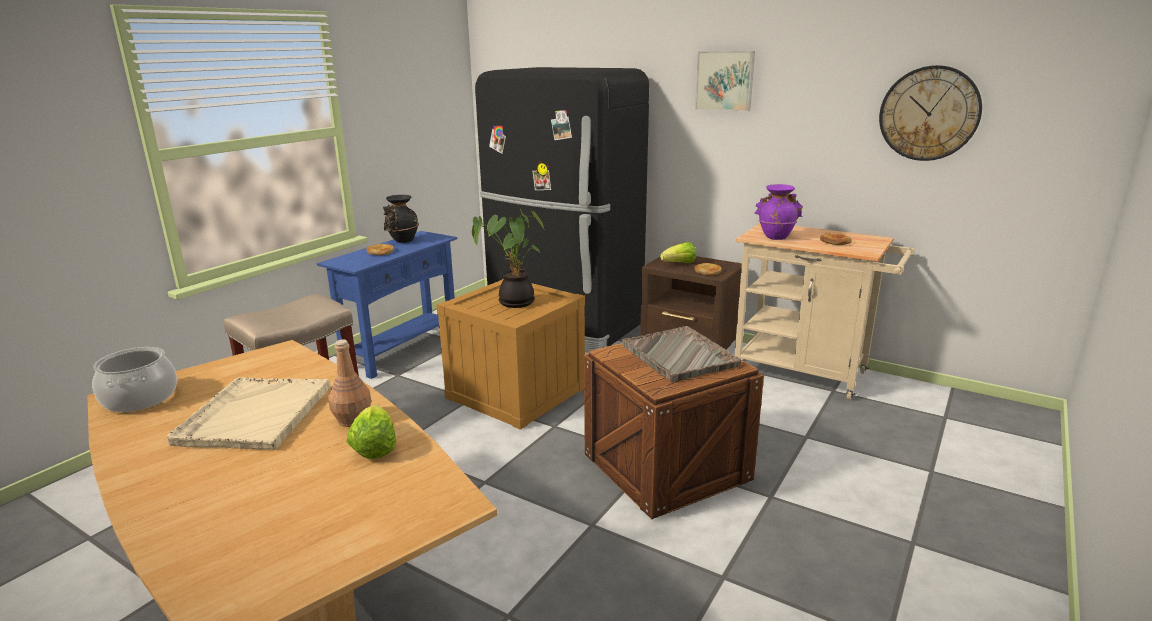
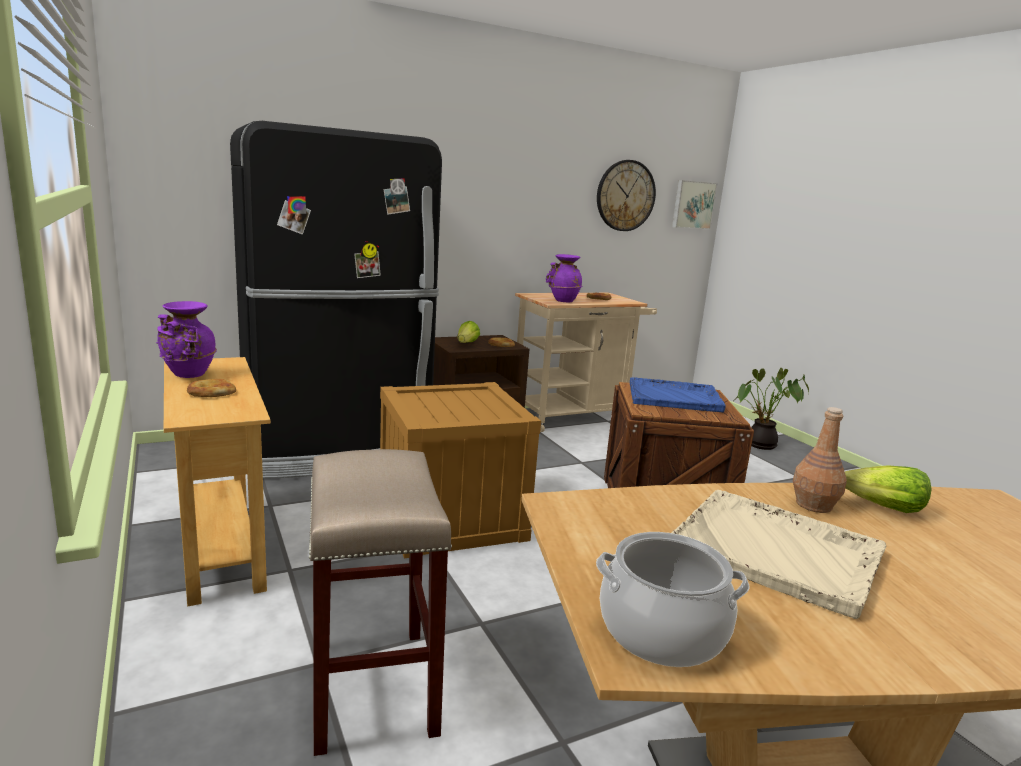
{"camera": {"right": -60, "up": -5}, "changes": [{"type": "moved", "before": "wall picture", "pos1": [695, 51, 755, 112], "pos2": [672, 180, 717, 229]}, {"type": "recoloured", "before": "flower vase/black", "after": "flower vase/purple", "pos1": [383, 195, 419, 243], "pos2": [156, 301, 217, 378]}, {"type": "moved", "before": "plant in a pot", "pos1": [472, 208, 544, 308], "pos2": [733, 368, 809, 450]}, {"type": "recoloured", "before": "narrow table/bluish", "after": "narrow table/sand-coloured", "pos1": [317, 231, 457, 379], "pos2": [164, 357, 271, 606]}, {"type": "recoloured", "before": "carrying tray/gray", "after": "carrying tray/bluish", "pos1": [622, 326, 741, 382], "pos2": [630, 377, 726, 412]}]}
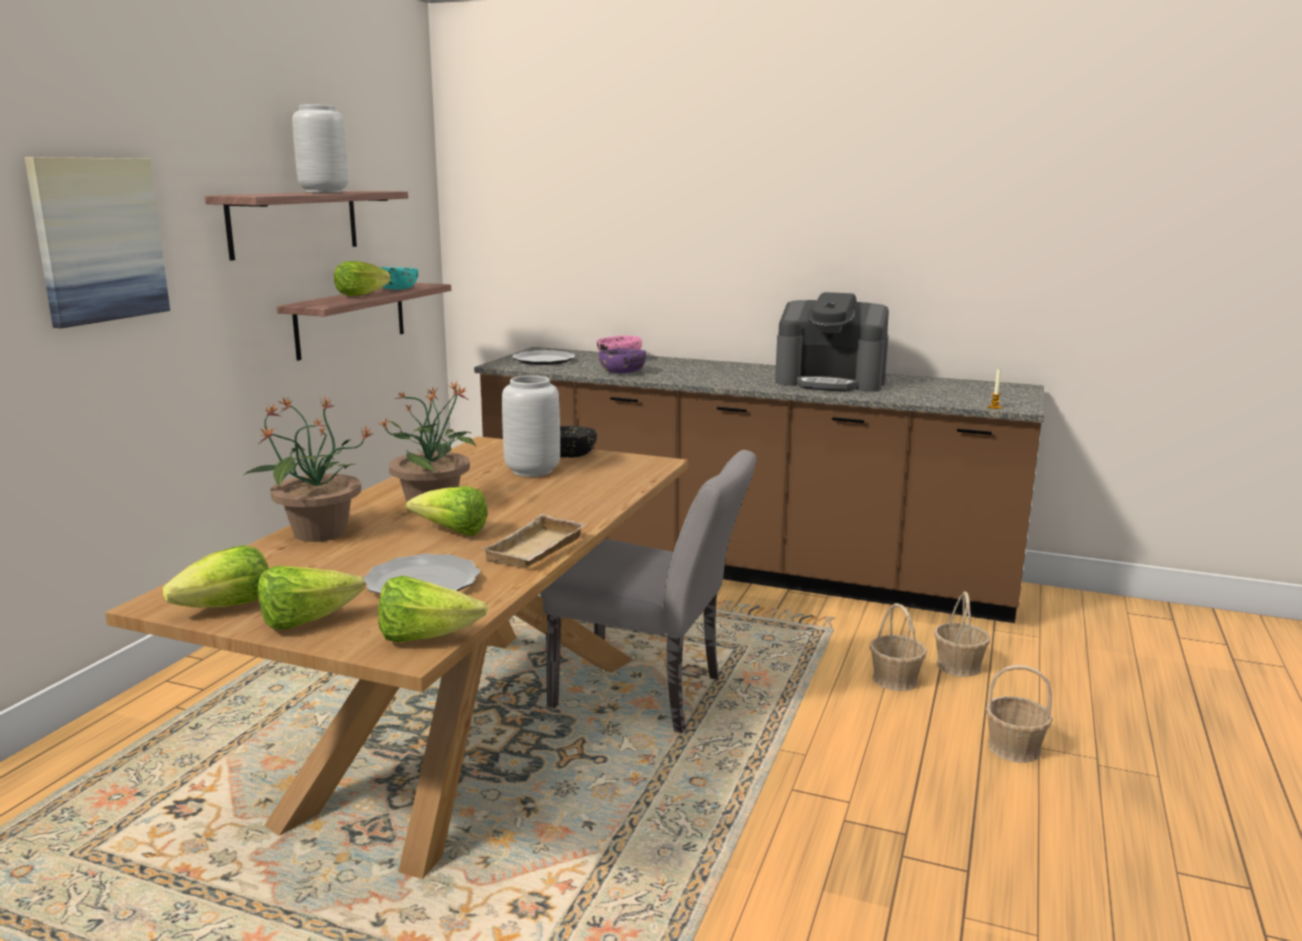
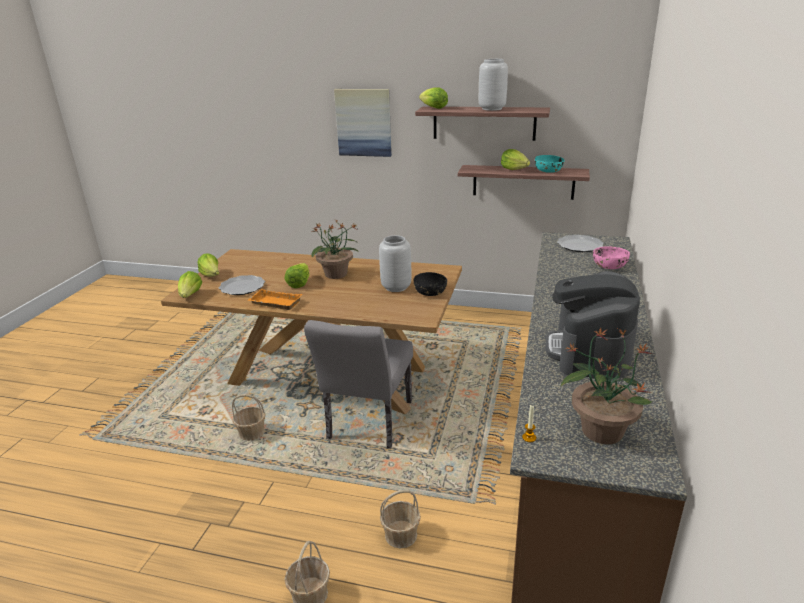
{"camera": {"right": 85, "up": 10}, "changes": [{"type": "removed", "before": "deep dish/purple", "pos1": [599, 349, 646, 373]}, {"type": "moved", "before": "plant in a pot", "pos1": [244, 397, 374, 542], "pos2": [561, 327, 653, 444]}, {"type": "recoloured", "before": "carrying tray/sand-coloured", "after": "carrying tray/orange", "pos1": [481, 514, 587, 568], "pos2": [248, 289, 302, 310]}, {"type": "moved", "before": "lettuce head", "pos1": [163, 545, 269, 608], "pos2": [419, 87, 448, 109]}, {"type": "moved", "before": "household basket", "pos1": [934, 591, 990, 677], "pos2": [232, 394, 266, 441]}]}
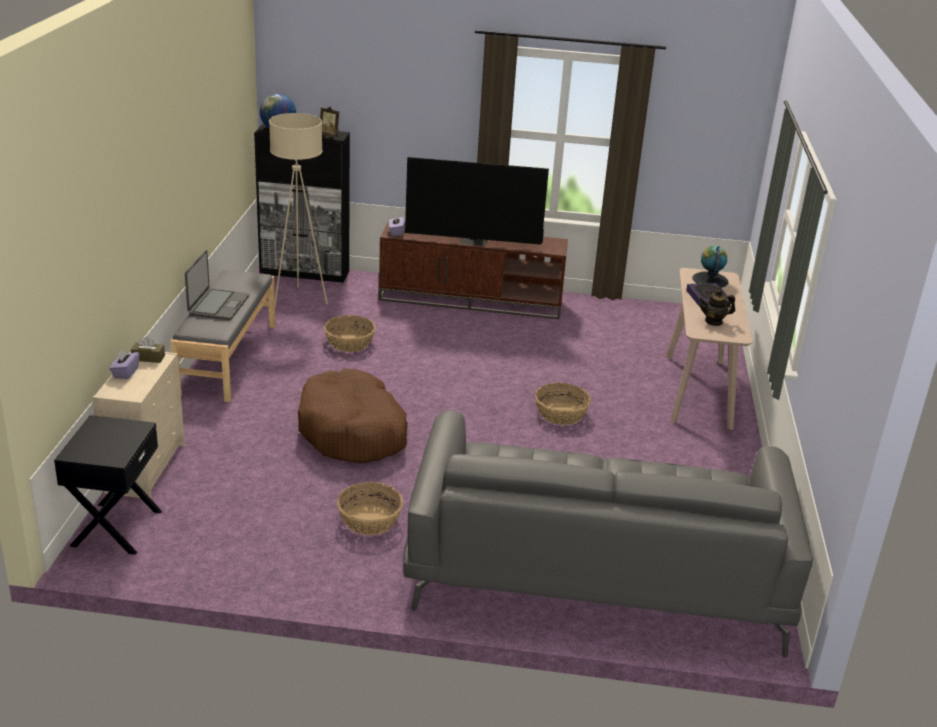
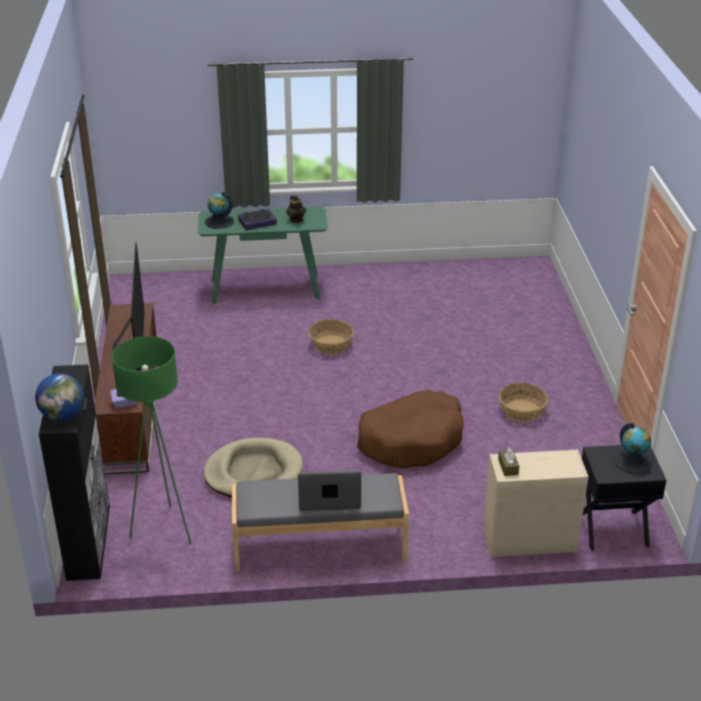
{"camera": {"right": -100, "up": 5}, "changes": [{"type": "removed", "before": "photo frame", "pos1": [320, 107, 340, 138]}, {"type": "recoloured", "before": "floor lamp/sand-coloured", "after": "floor lamp/greenish", "pos1": [269, 113, 328, 307], "pos2": [112, 336, 191, 544]}, {"type": "recoloured", "before": "narrow table/sand-coloured", "after": "narrow table/greenish", "pos1": [666, 268, 753, 430], "pos2": [198, 207, 328, 304]}, {"type": "replaced", "before": "household basket", "after": "dog bed/sand-coloured", "pos1": [324, 315, 376, 352], "pos2": [204, 438, 303, 498]}, {"type": "removed", "before": "tissue holder/purple", "pos1": [110, 348, 140, 379]}, {"type": "removed", "before": "couch/gray", "pos1": [403, 410, 813, 658]}, {"type": "added", "after": "desk globe", "pos2": [613, 423, 653, 474]}]}
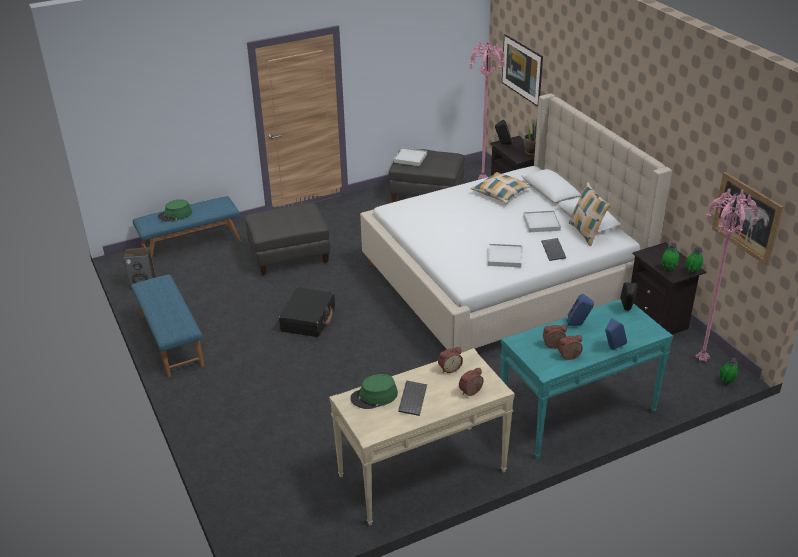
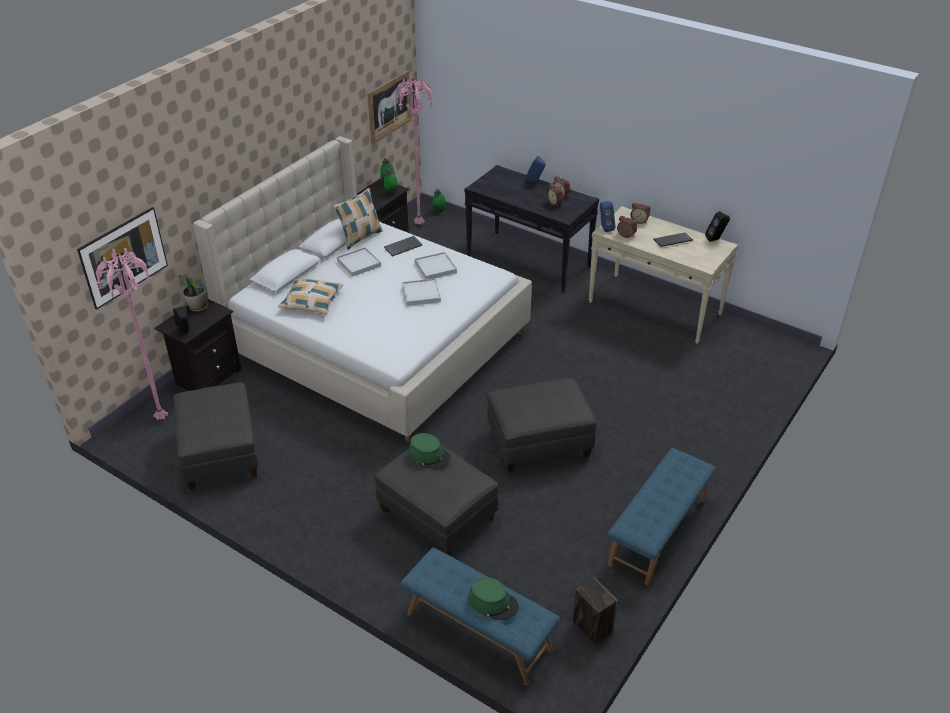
{"camera": {"right": -120, "up": 5}, "changes": [{"type": "moved", "before": "carrying tray/white", "pos1": [394, 147, 427, 166], "pos2": [402, 279, 441, 306]}, {"type": "moved", "before": "loudspeaker/black", "pos1": [620, 282, 638, 311], "pos2": [705, 211, 730, 242]}, {"type": "replaced", "before": "piece of luggage/black", "after": "ottoman/gray", "pos1": [279, 287, 335, 337], "pos2": [487, 378, 596, 472]}, {"type": "moved", "before": "loudspeaker/bluish", "pos1": [566, 294, 594, 326], "pos2": [600, 201, 615, 232]}, {"type": "recoloured", "before": "narrow table/turquoise-coloured", "after": "narrow table/black", "pos1": [500, 299, 673, 459], "pos2": [464, 165, 599, 293]}, {"type": "moved", "before": "hat/greenish", "pos1": [350, 374, 398, 409], "pos2": [409, 433, 451, 469]}]}
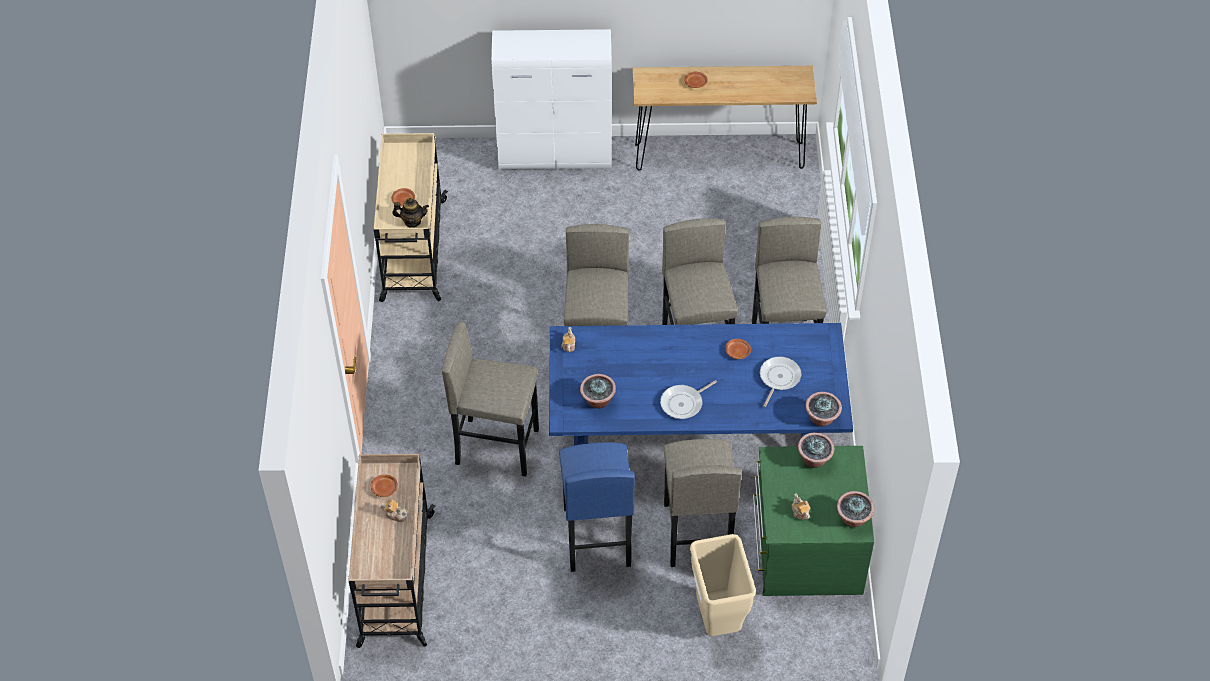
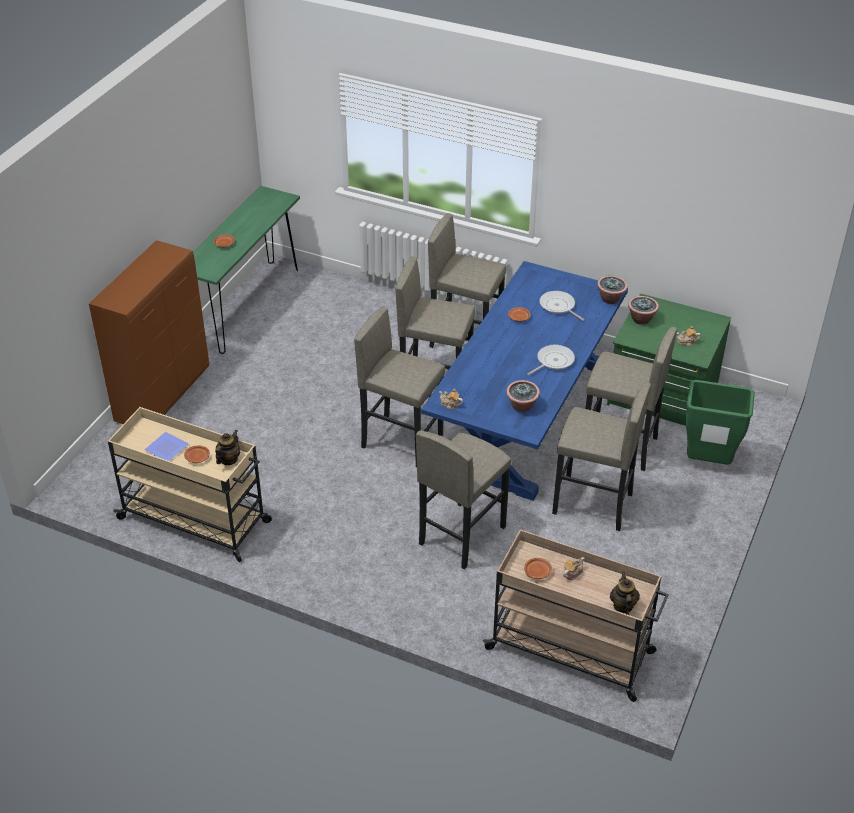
{"camera": {"right": -65, "up": -10}, "changes": [{"type": "recoloured", "before": "storage cabinet/white", "after": "storage cabinet/brown", "pos1": [491, 29, 612, 169], "pos2": [89, 240, 209, 424]}, {"type": "recoloured", "before": "narrow table/brown", "after": "narrow table/greenish", "pos1": [633, 66, 817, 171], "pos2": [193, 186, 300, 354]}, {"type": "turned", "before": "pan", "pos1": [660, 380, 717, 419], "pos2": [527, 345, 575, 375], "turn": -120}, {"type": "recoloured", "before": "stool seat/bluish", "after": "stool seat/gray", "pos1": [559, 442, 635, 572], "pos2": [552, 382, 651, 531]}, {"type": "removed", "before": "plant in a pot", "pos1": [837, 491, 875, 527]}, {"type": "recoloured", "before": "waste bin/sand-coloured", "after": "waste bin/greenish", "pos1": [690, 534, 756, 636], "pos2": [686, 380, 755, 465]}, {"type": "added", "after": "plate", "pos2": [144, 432, 189, 461]}, {"type": "added", "after": "tea pot", "pos2": [610, 572, 640, 615]}]}
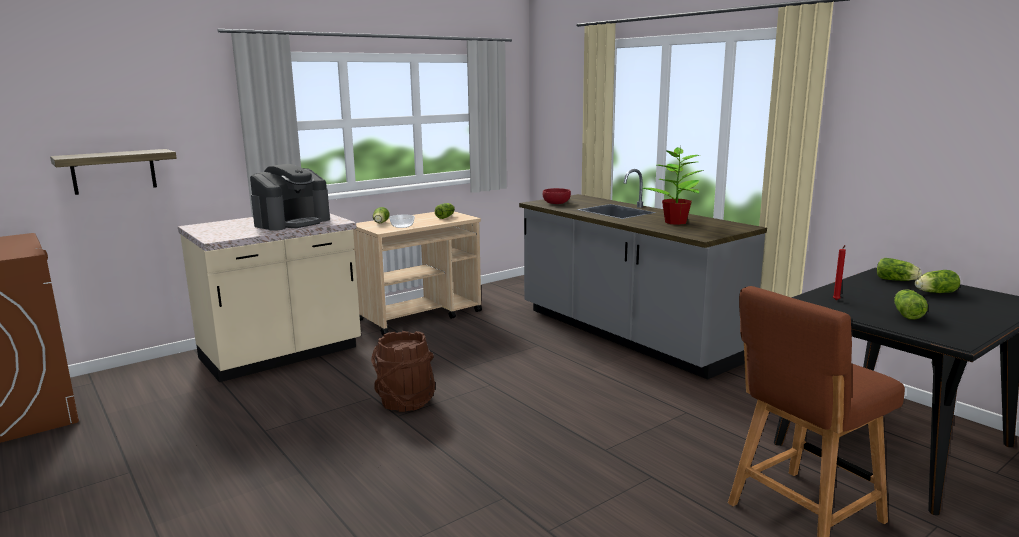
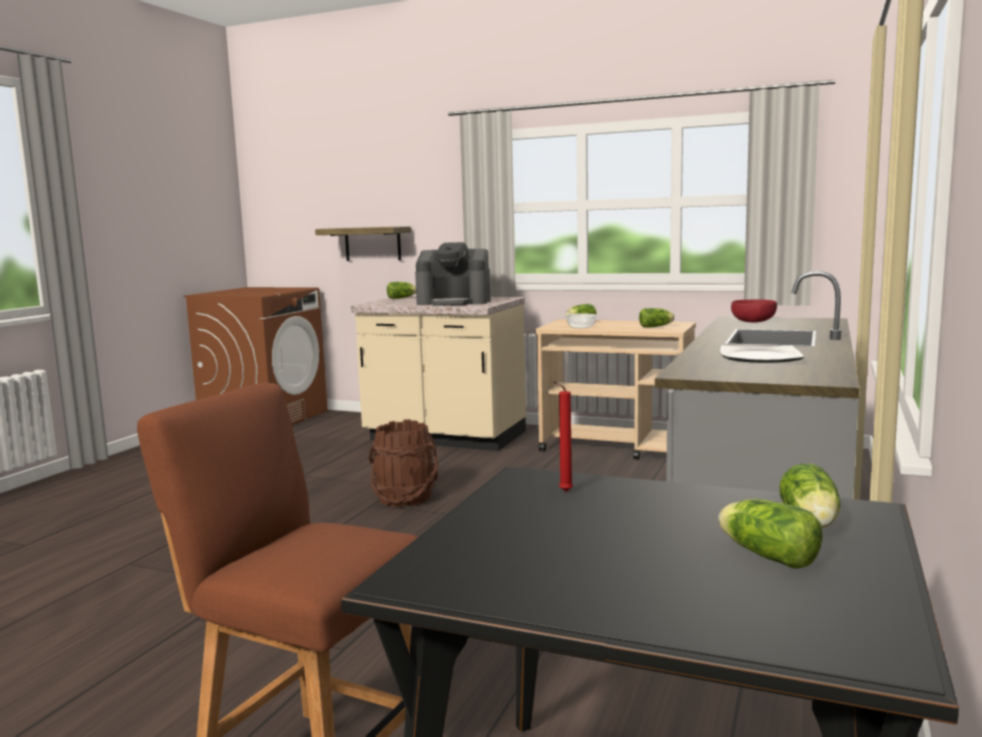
{"camera": {"right": 60, "up": -5}, "changes": [{"type": "replaced", "before": "plant in a pot", "after": "plate", "pos1": [642, 147, 704, 225], "pos2": [720, 345, 804, 363]}, {"type": "moved", "before": "lettuce head", "pos1": [894, 289, 928, 320], "pos2": [387, 282, 416, 299]}]}
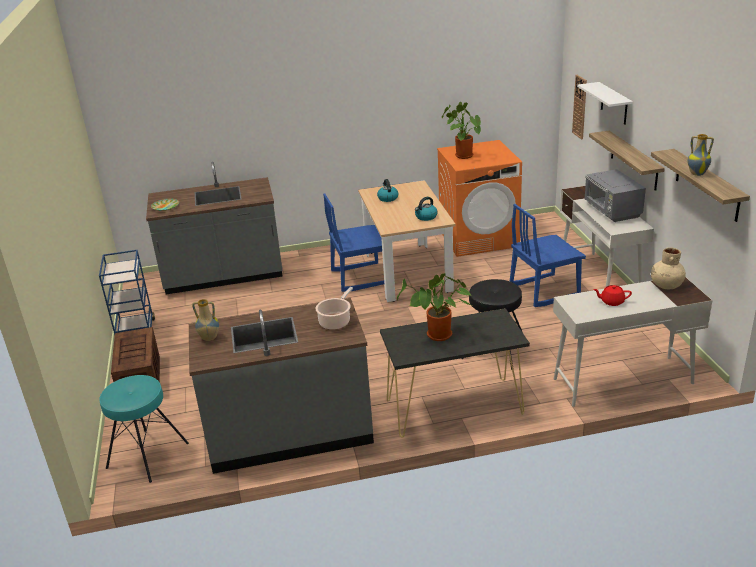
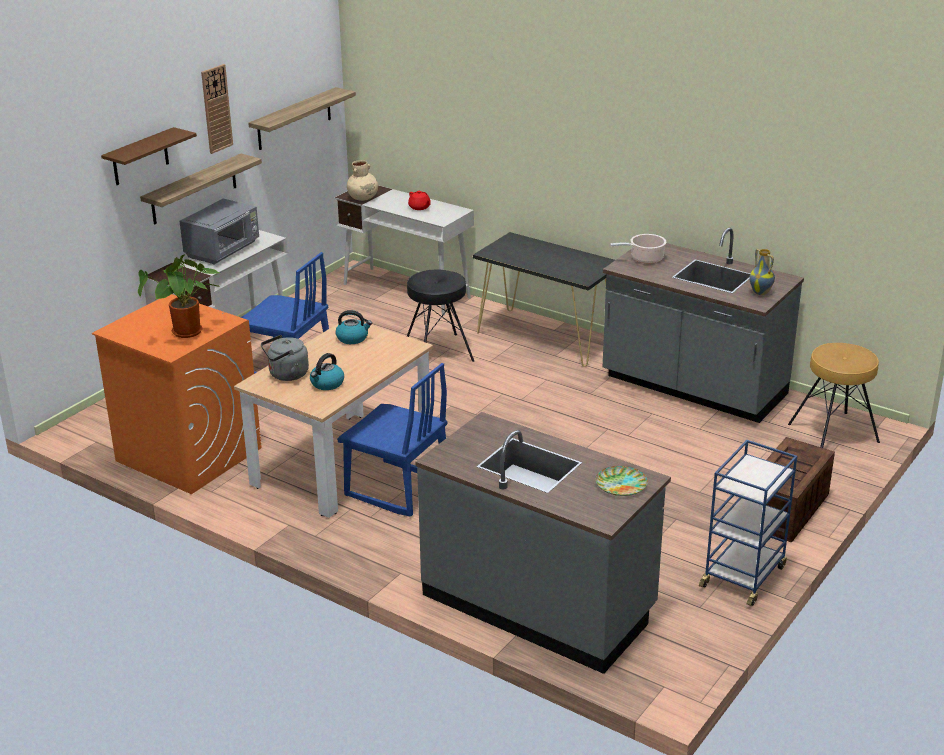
{"camera": {"right": -135, "up": 0}, "changes": [{"type": "moved", "before": "wall clock", "pos1": [572, 75, 587, 139], "pos2": [201, 64, 233, 154]}, {"type": "recoloured", "before": "wall shelf/white", "after": "wall shelf/brown", "pos1": [577, 82, 633, 125], "pos2": [101, 127, 197, 185]}, {"type": "removed", "before": "flower vase", "pos1": [687, 134, 714, 176]}, {"type": "removed", "before": "plant in a pot", "pos1": [397, 273, 472, 341]}, {"type": "recoloured", "before": "stool seat/turquoise-coloured", "after": "stool seat/brown", "pos1": [99, 375, 189, 483], "pos2": [788, 343, 880, 448]}, {"type": "added", "after": "tea kettle/gray", "pos2": [261, 335, 309, 381]}]}
